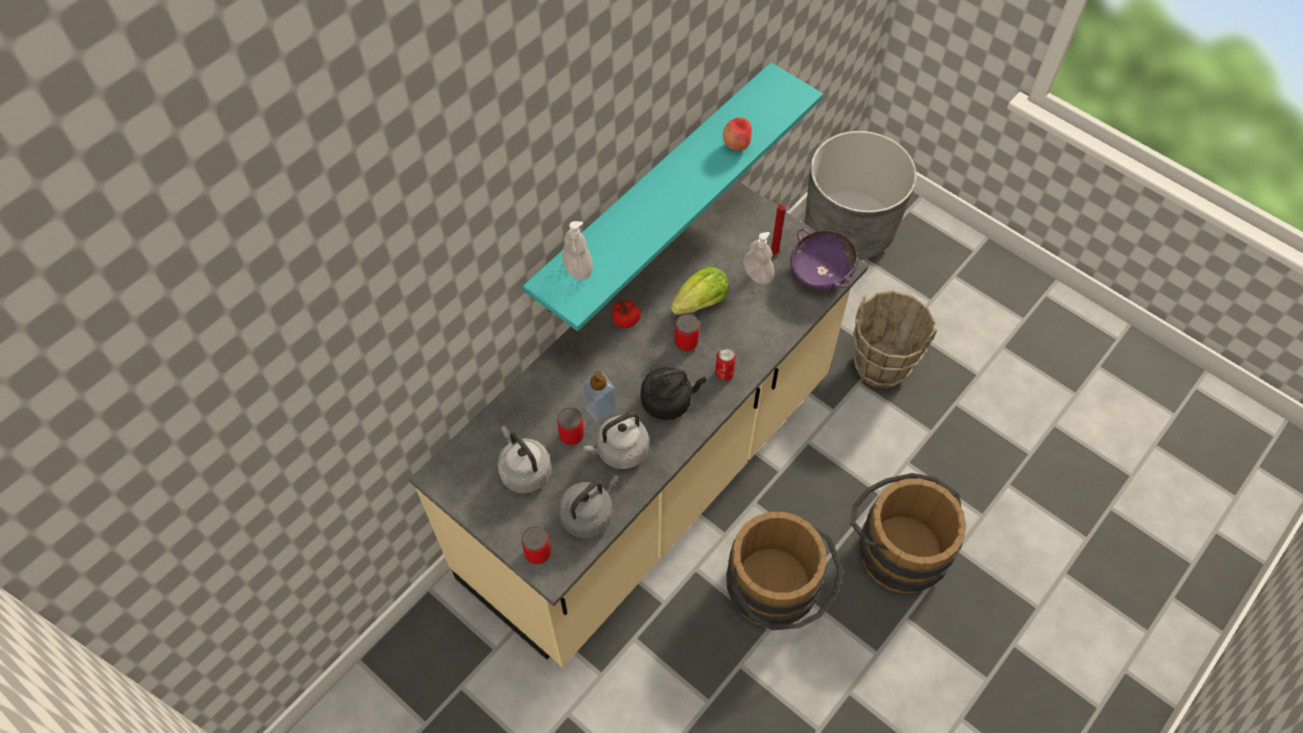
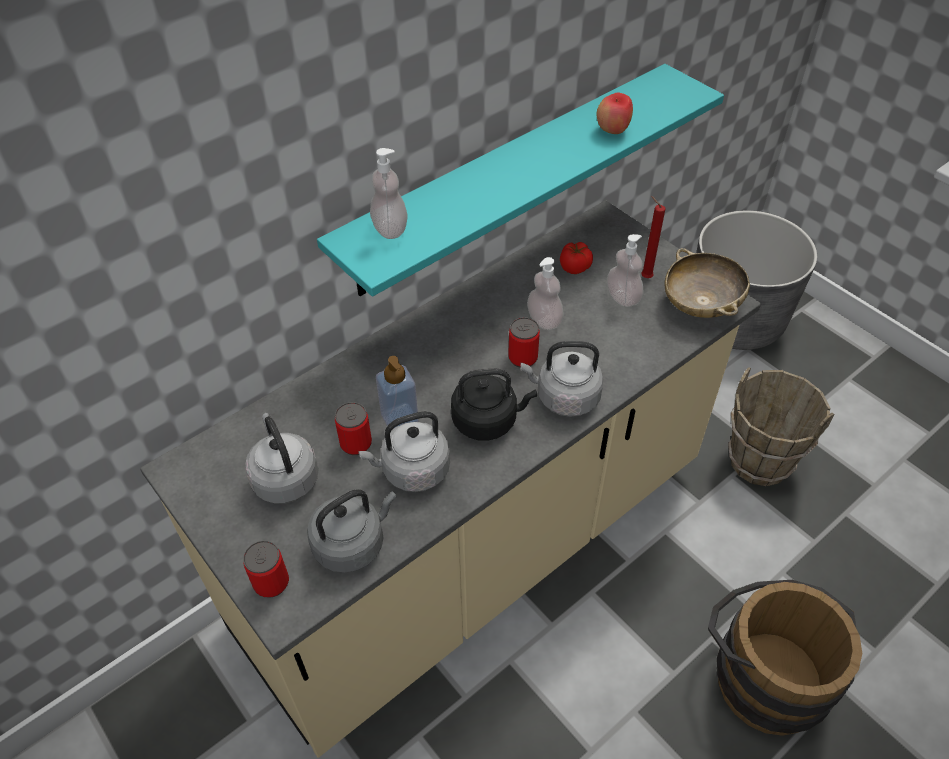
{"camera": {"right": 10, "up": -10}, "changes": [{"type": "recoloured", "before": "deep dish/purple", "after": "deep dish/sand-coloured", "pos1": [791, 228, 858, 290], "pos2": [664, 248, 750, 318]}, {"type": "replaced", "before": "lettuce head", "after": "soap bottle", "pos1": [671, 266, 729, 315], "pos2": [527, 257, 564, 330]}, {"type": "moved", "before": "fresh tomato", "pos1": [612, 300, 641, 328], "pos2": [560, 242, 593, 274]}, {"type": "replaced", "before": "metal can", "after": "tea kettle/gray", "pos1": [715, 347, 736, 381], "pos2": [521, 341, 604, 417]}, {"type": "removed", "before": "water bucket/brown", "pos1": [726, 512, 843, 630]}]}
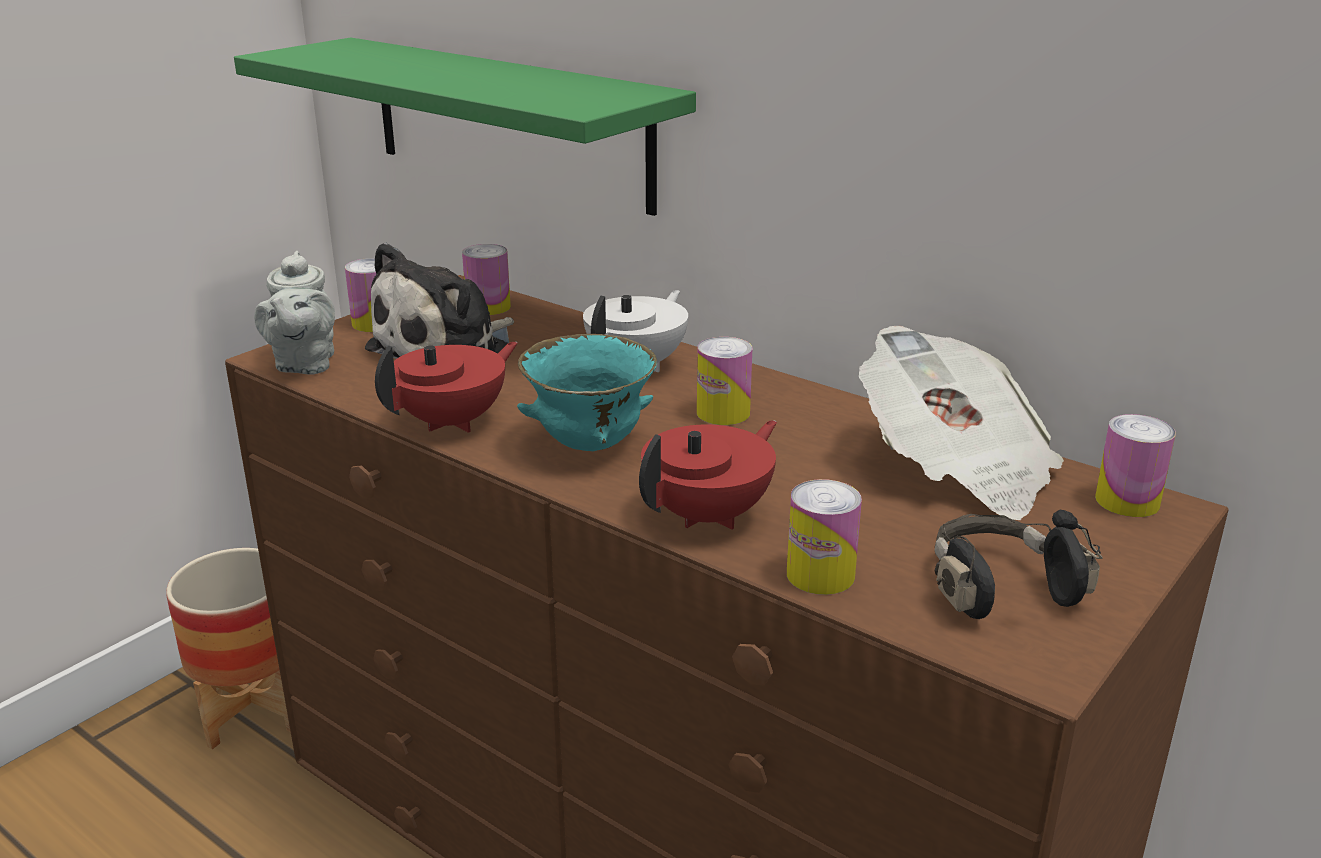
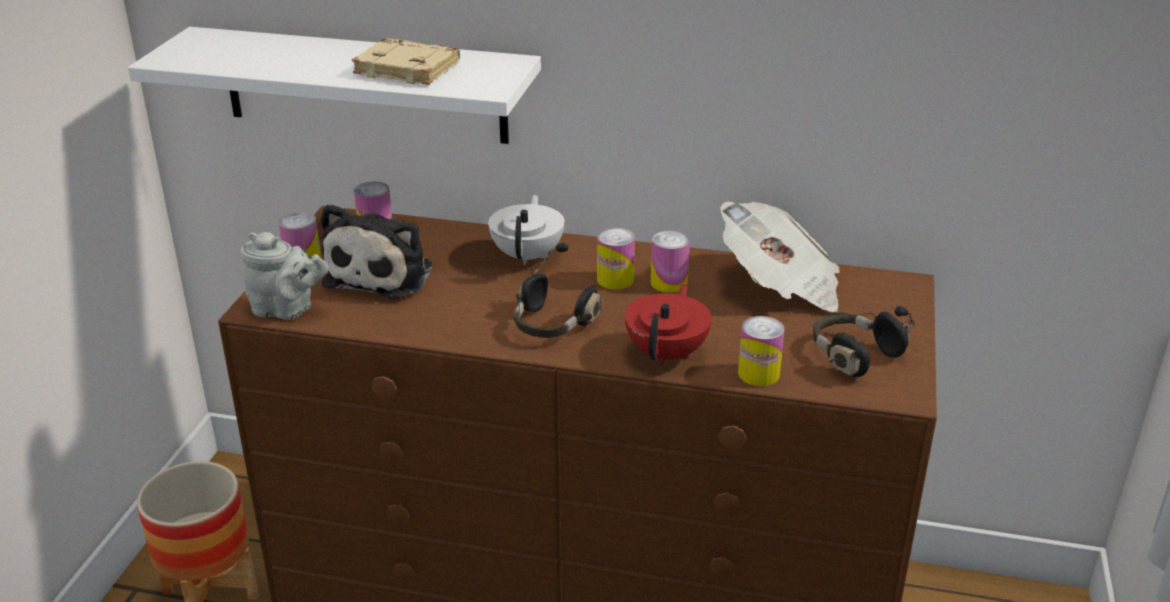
{"camera": {"right": -25, "up": 5}, "changes": [{"type": "recoloured", "before": "wall shelf/greenish", "after": "wall shelf/white", "pos1": [234, 37, 696, 216], "pos2": [128, 27, 541, 144]}, {"type": "turned", "before": "tea pot/gray", "pos1": [254, 251, 335, 374], "pos2": [241, 232, 329, 320], "turn": -45}, {"type": "replaced", "before": "deep dish/turquoise-coloured", "after": "headset/black", "pos1": [517, 334, 657, 451], "pos2": [514, 243, 603, 338]}, {"type": "removed", "before": "tea pot/red", "pos1": [375, 342, 518, 433]}, {"type": "moved", "before": "metal can", "pos1": [1095, 414, 1176, 517], "pos2": [651, 231, 690, 293]}, {"type": "added", "after": "bound book/sand-coloured", "pos2": [352, 38, 460, 85]}]}
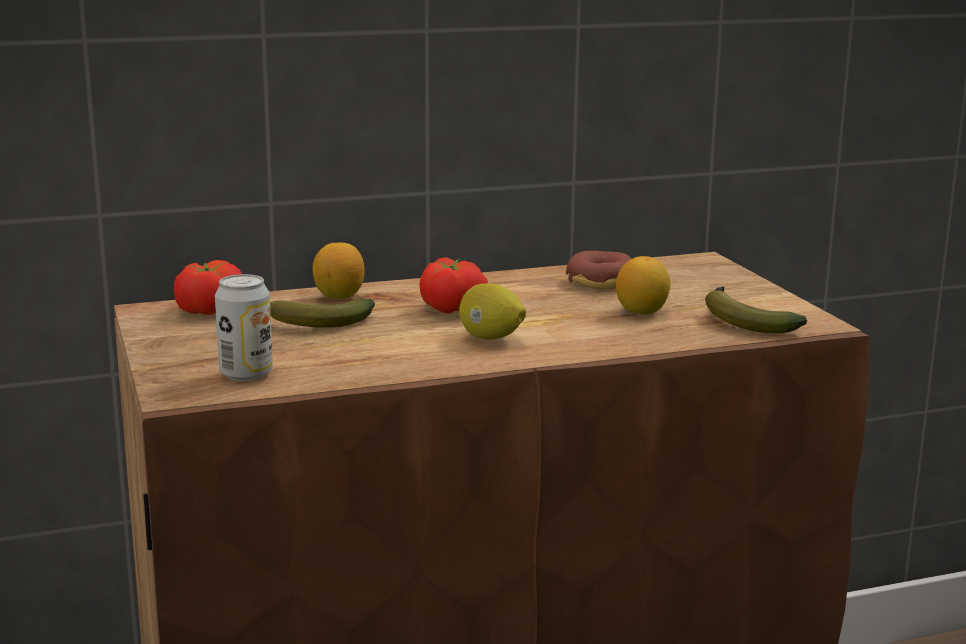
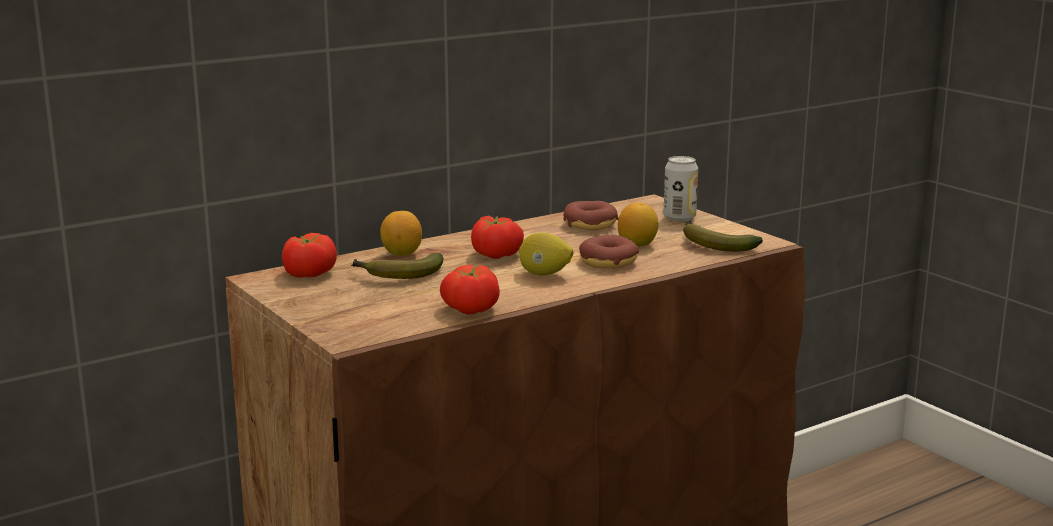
{"camera": {"right": -15, "up": 0}, "changes": [{"type": "moved", "before": "metal can", "pos1": [215, 274, 273, 381], "pos2": [664, 156, 698, 221]}, {"type": "added", "after": "ring doughnut", "pos2": [579, 235, 639, 268]}, {"type": "added", "after": "fresh tomato", "pos2": [440, 265, 500, 315]}]}
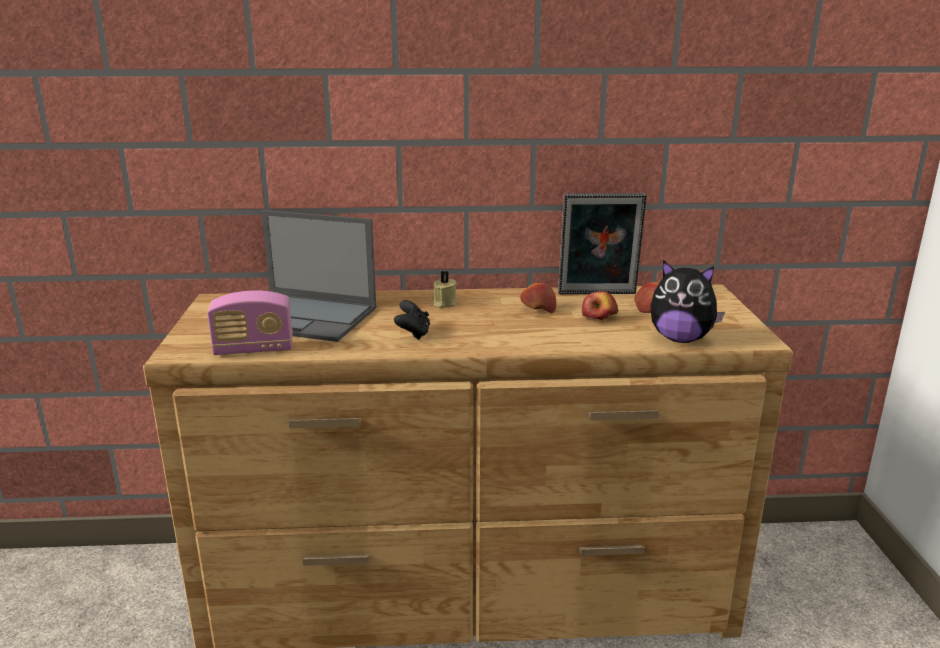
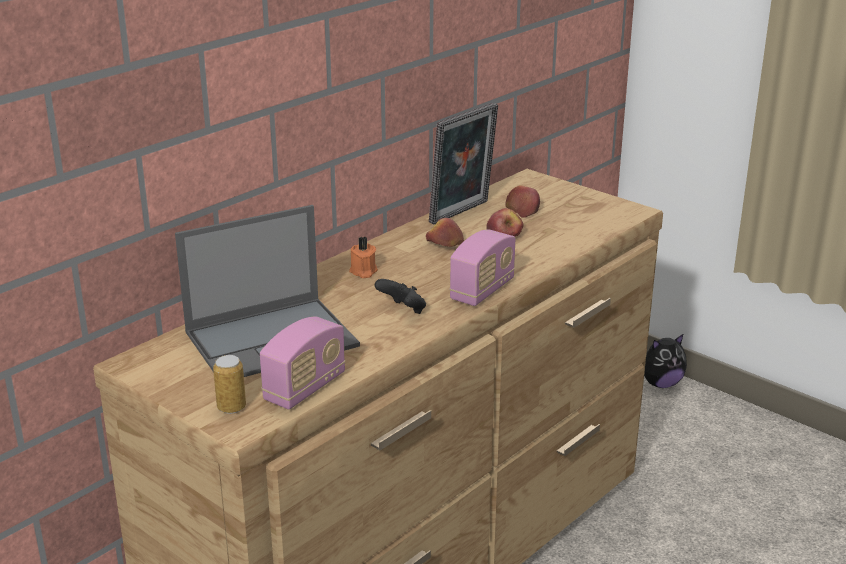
{"camera": {"right": -45, "up": 5}, "changes": [{"type": "moved", "before": "plush toy", "pos1": [650, 260, 725, 343], "pos2": [644, 334, 687, 388]}, {"type": "recoloured", "before": "wax light/sand-coloured", "after": "wax light/orange", "pos1": [434, 271, 457, 308], "pos2": [349, 237, 378, 278]}, {"type": "added", "after": "radio set", "pos2": [450, 230, 516, 306]}, {"type": "added", "after": "metal can", "pos2": [213, 355, 246, 414]}]}
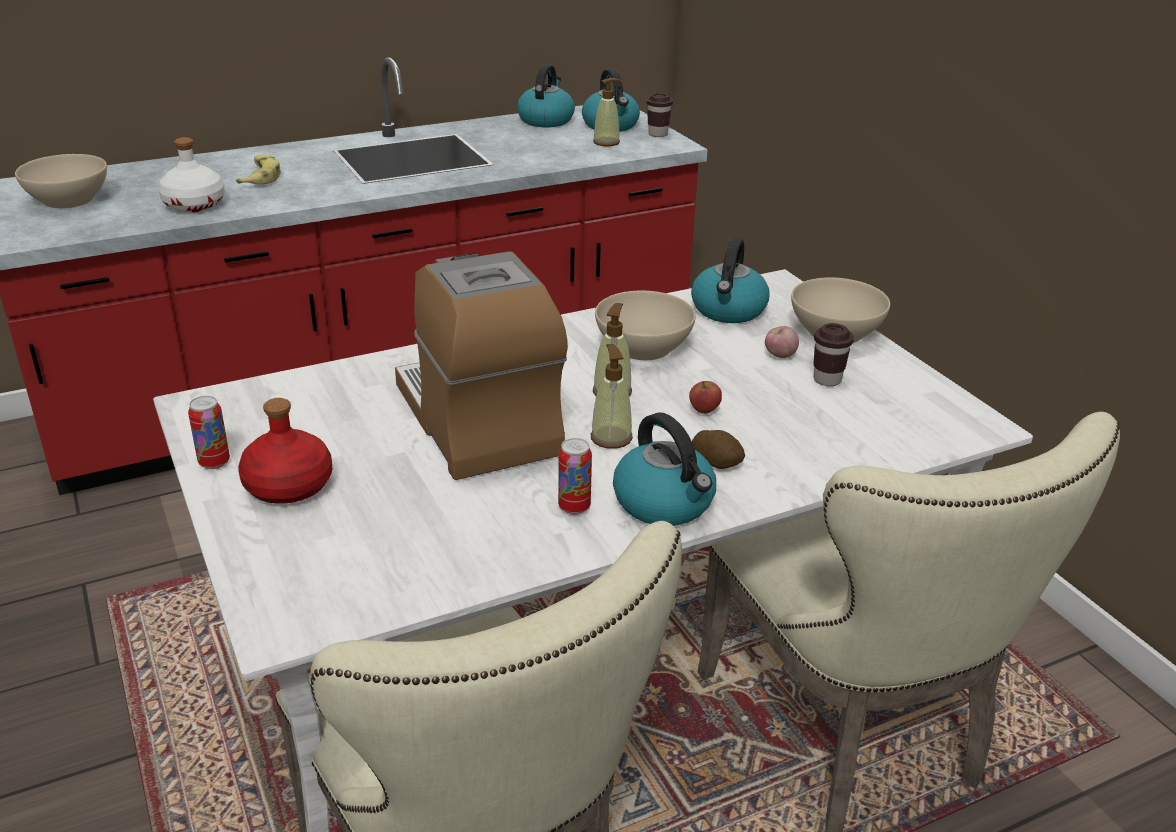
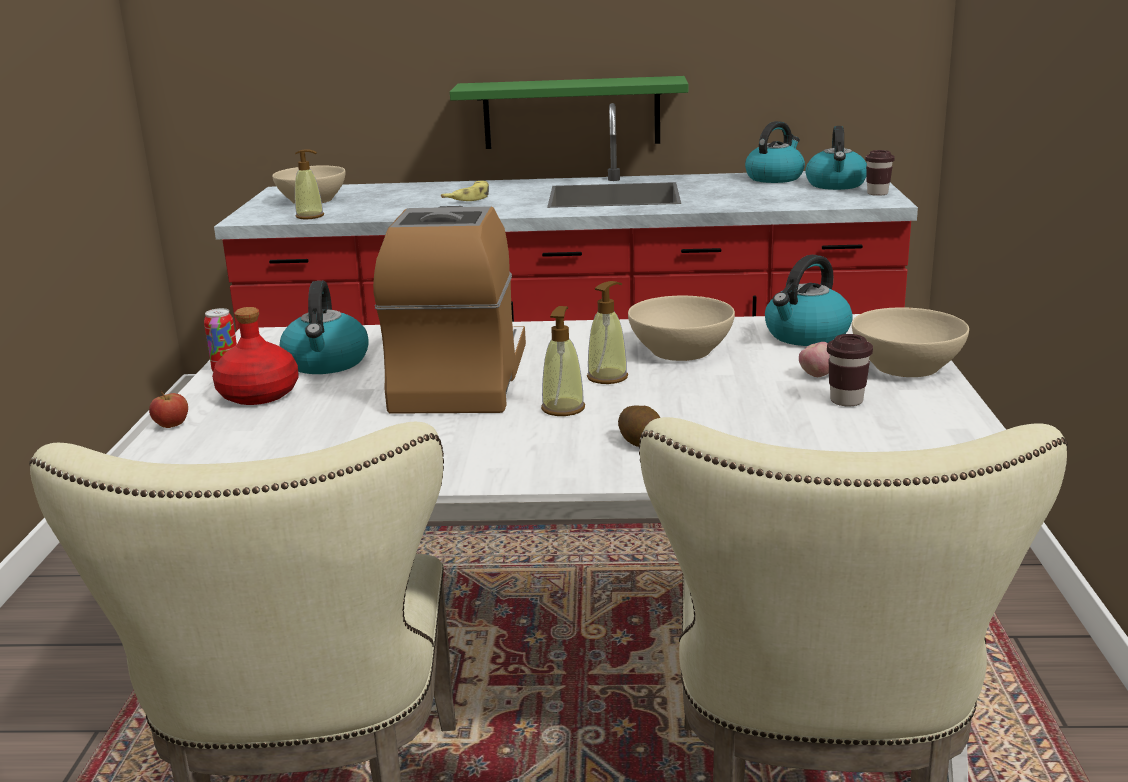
{"camera": {"right": 30, "up": -10}, "changes": [{"type": "moved", "before": "soap bottle", "pos1": [593, 78, 623, 146], "pos2": [295, 149, 324, 219]}, {"type": "removed", "before": "beverage bottle/white", "pos1": [159, 137, 225, 213]}, {"type": "moved", "before": "whole apple", "pos1": [689, 381, 722, 414], "pos2": [149, 391, 188, 428]}, {"type": "moved", "before": "tea kettle", "pos1": [613, 412, 716, 526], "pos2": [280, 281, 369, 374]}, {"type": "removed", "before": "metal can", "pos1": [558, 438, 592, 515]}, {"type": "added", "after": "wall shelf/greenish", "pos2": [450, 76, 688, 149]}]}
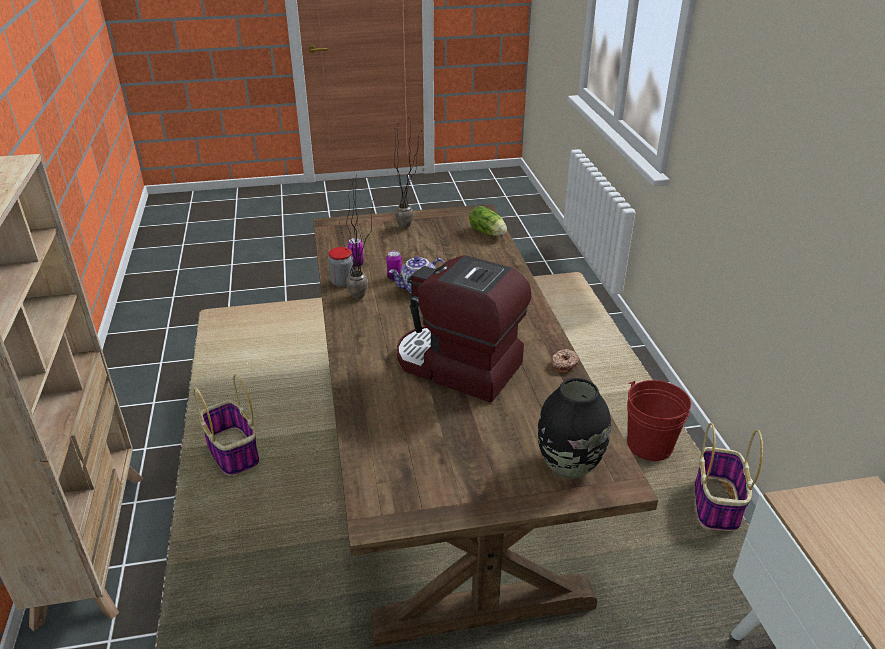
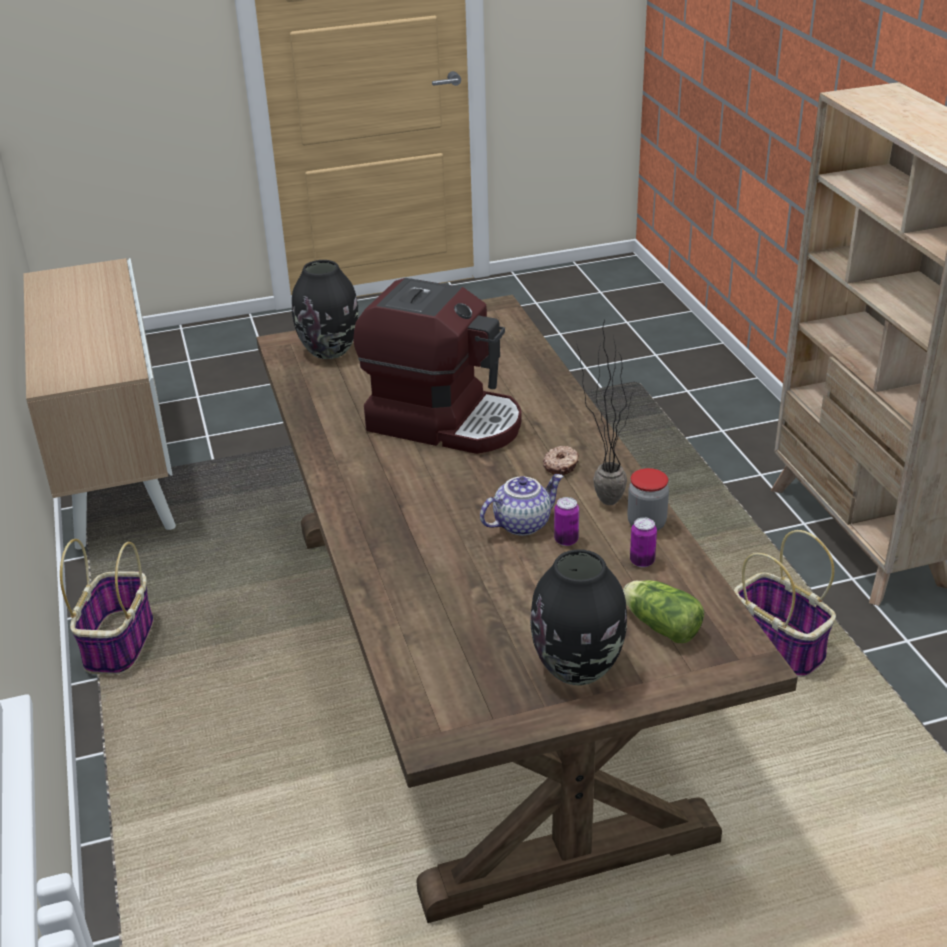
{"camera": {"right": 175, "up": 0}, "changes": [{"type": "replaced", "before": "plant in a pot", "after": "flower vase/black", "pos1": [394, 117, 421, 229], "pos2": [530, 549, 627, 685]}, {"type": "moved", "before": "lettuce head", "pos1": [469, 206, 507, 236], "pos2": [623, 580, 704, 643]}, {"type": "moved", "before": "ring doughnut", "pos1": [551, 349, 579, 373], "pos2": [543, 446, 579, 475]}, {"type": "removed", "before": "water bucket/red", "pos1": [627, 380, 691, 461]}]}
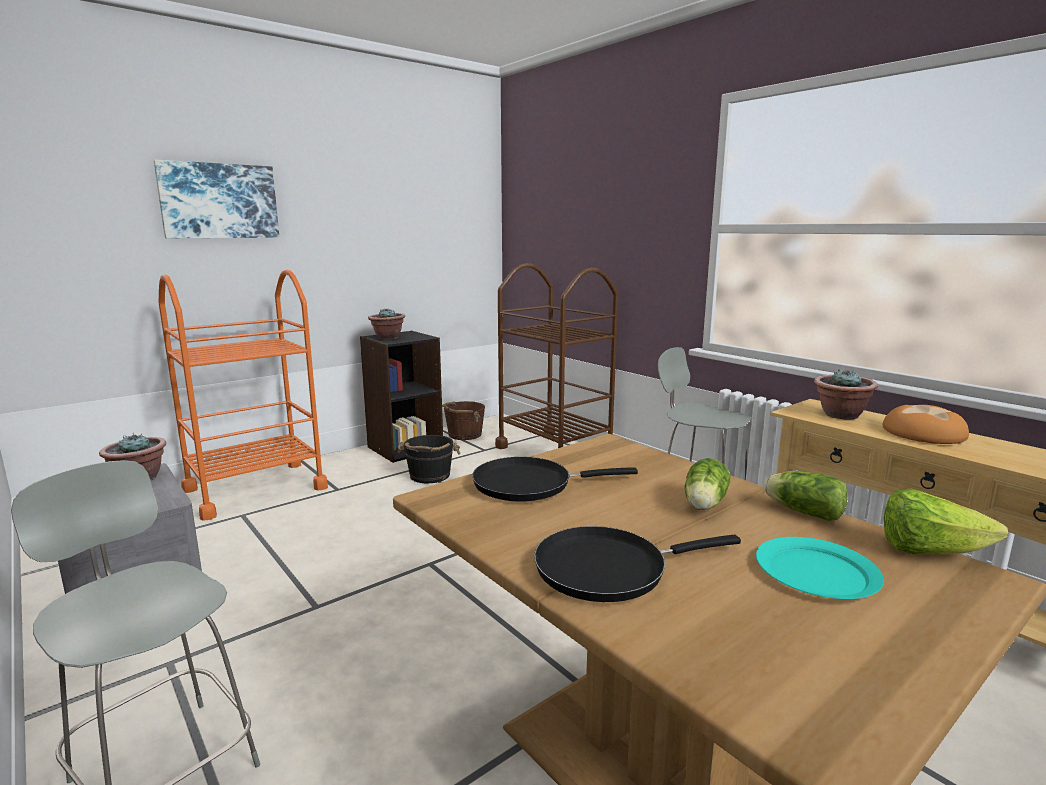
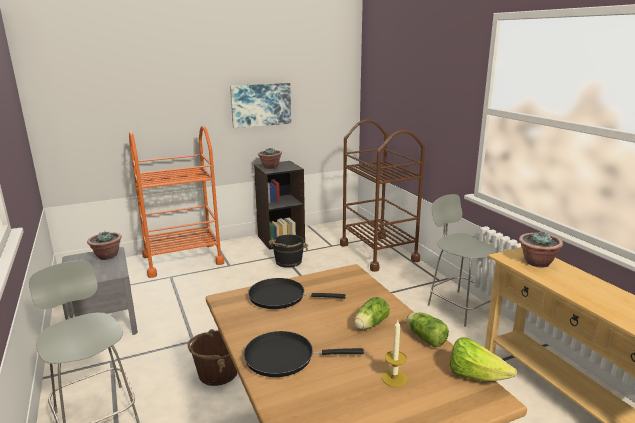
{"camera": {"right": 15, "up": 5}, "changes": [{"type": "moved", "before": "wall picture", "pos1": [154, 160, 279, 238], "pos2": [230, 83, 291, 128]}, {"type": "moved", "before": "water bucket/brown", "pos1": [442, 401, 485, 440], "pos2": [188, 329, 237, 386]}, {"type": "removed", "before": "baked bread", "pos1": [883, 405, 969, 444]}, {"type": "replaced", "before": "plate/turquoise-coloured", "after": "wax light", "pos1": [756, 537, 884, 599], "pos2": [382, 320, 407, 387]}]}
